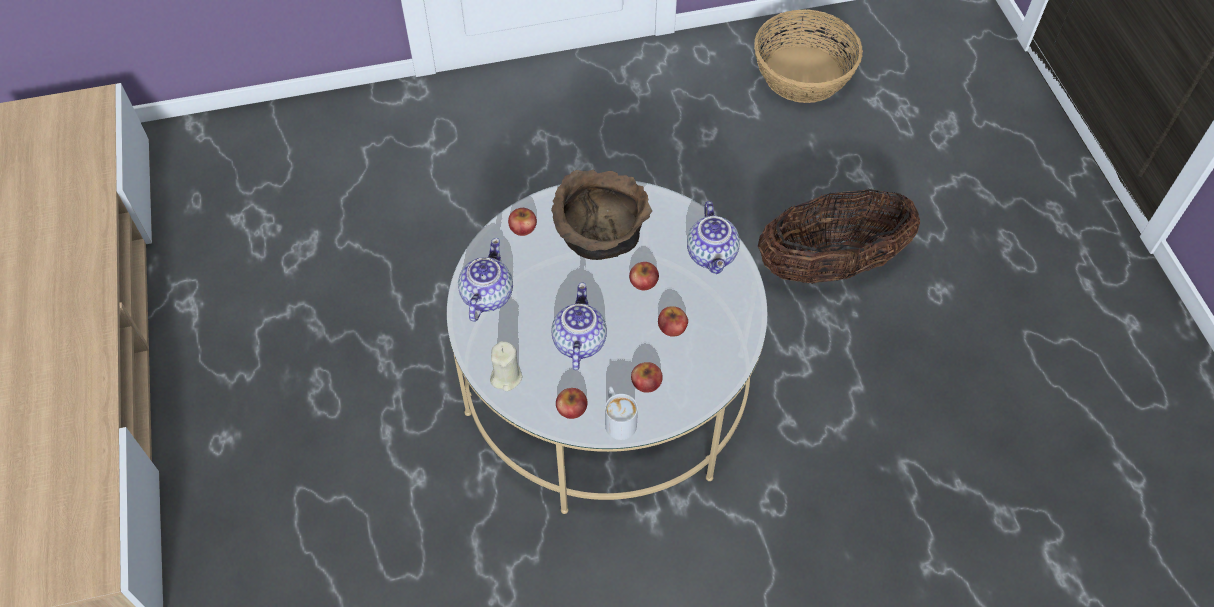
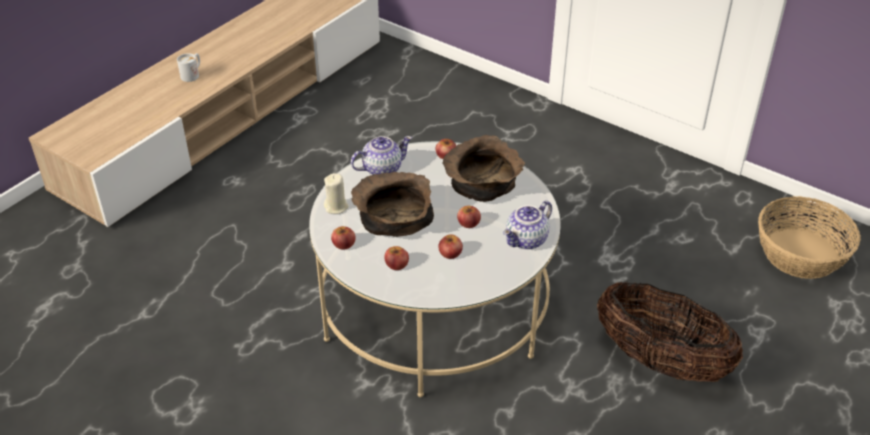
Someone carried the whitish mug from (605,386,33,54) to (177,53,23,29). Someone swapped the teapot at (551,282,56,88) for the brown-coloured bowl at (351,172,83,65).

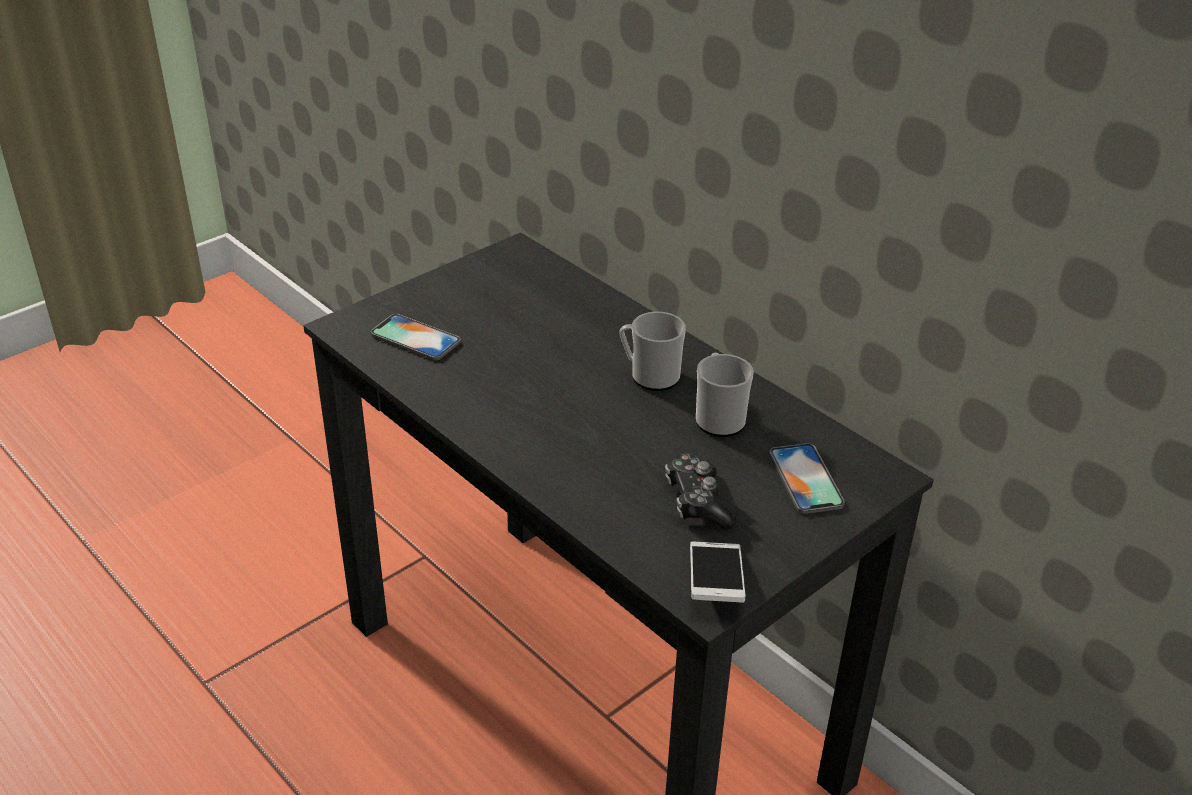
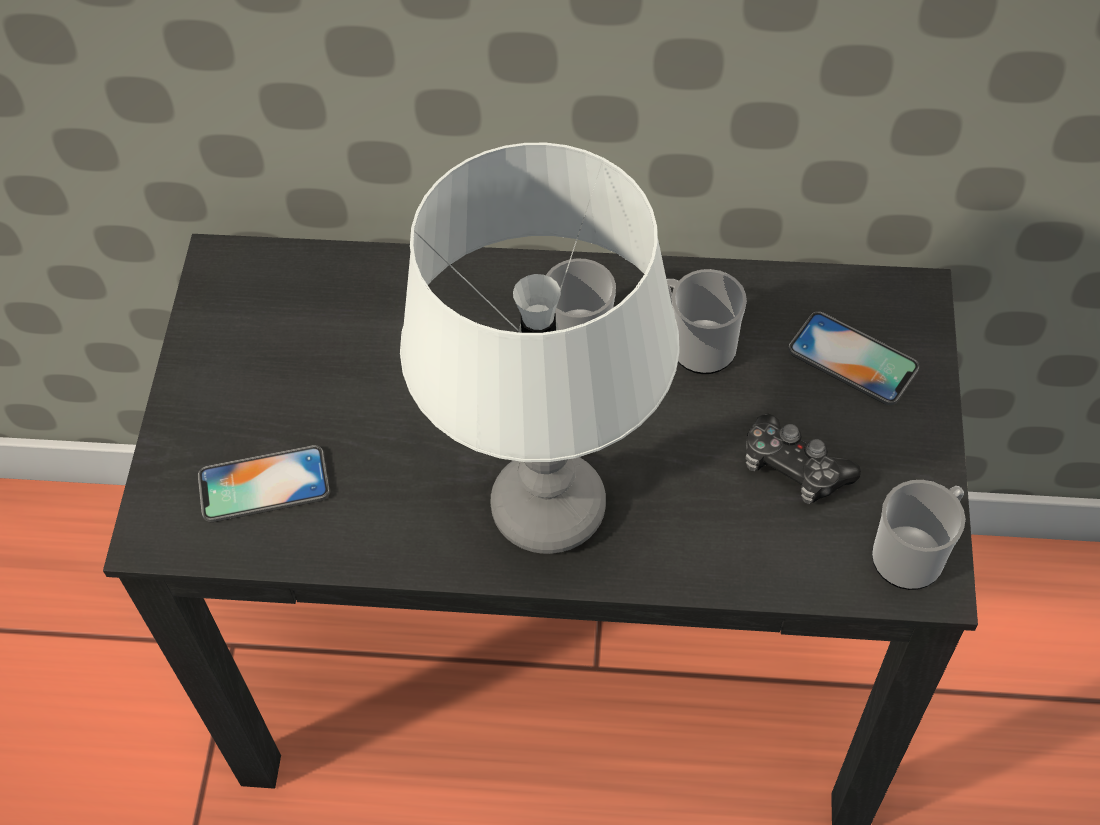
Someone put down the whitish lamp for a table at (400,143,280,411). Someone swapped the telephone at (690,541,55,62) for the mug at (872,480,93,110).

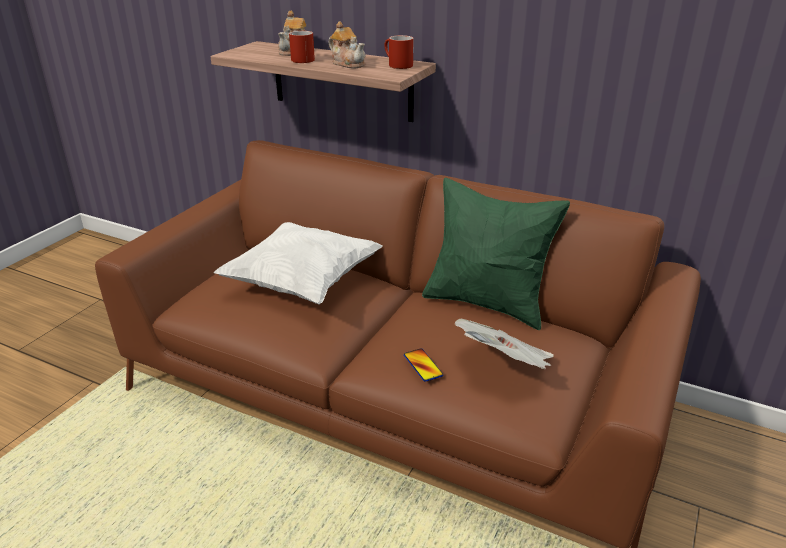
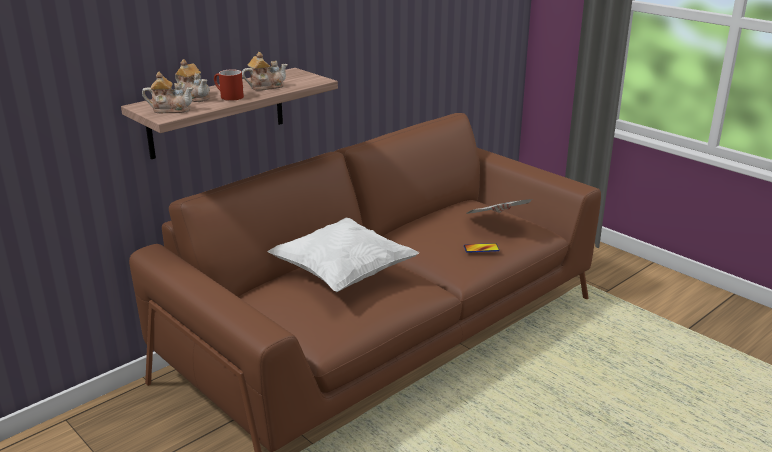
Someone put down the teapot at (142,72,51,41). Someone took away the red mug at (384,35,30,34). Someone took away the green throw pillow at (422,178,148,152).

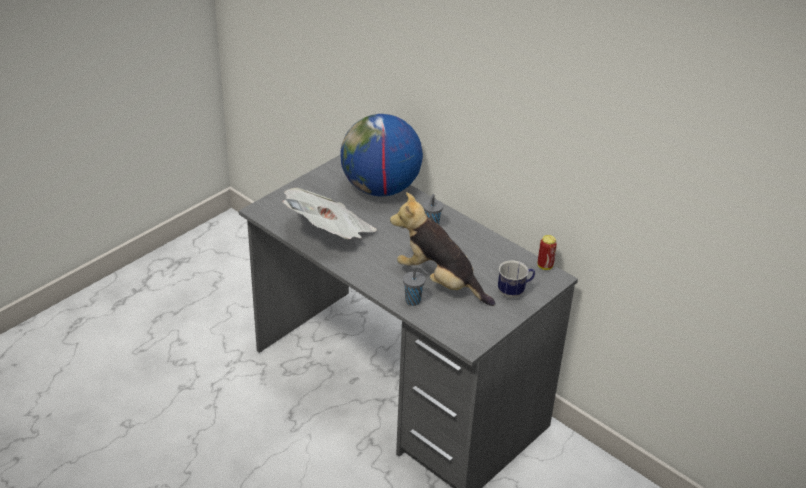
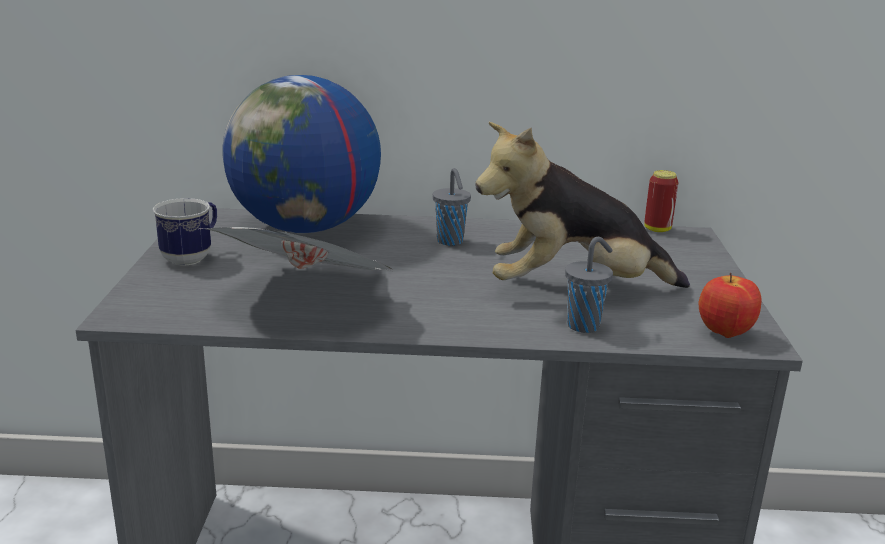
Someone carried the mug from (498,260,37,38) to (153,198,64,68). Someone put down the apple fruit at (698,273,63,65).

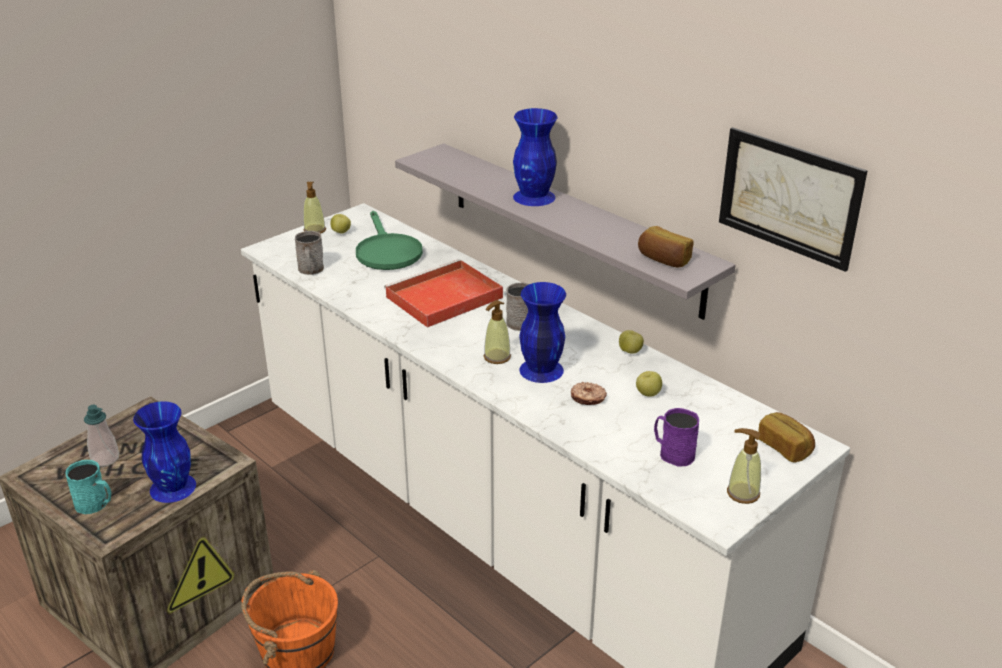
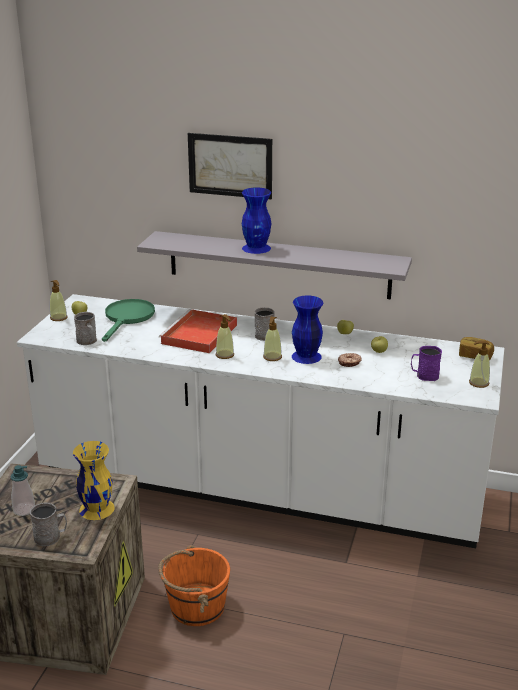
Someone repainted the turquoise mug at (65,460,46,54), which became the grey mug at (30,503,37,43). Someone repainted the bluish flower vase at (133,401,63,102), which became the yellow-coloured flower vase at (73,441,42,79). Someone rotated the green pan at (356,211,67,59) by 120 degrees counterclockwise. Someone carried the wall picture from (719,127,149,145) to (188,133,84,66). Someone put down the soap dispenser at (216,314,18,45). Someone took away the bakery bread at (638,226,56,42).

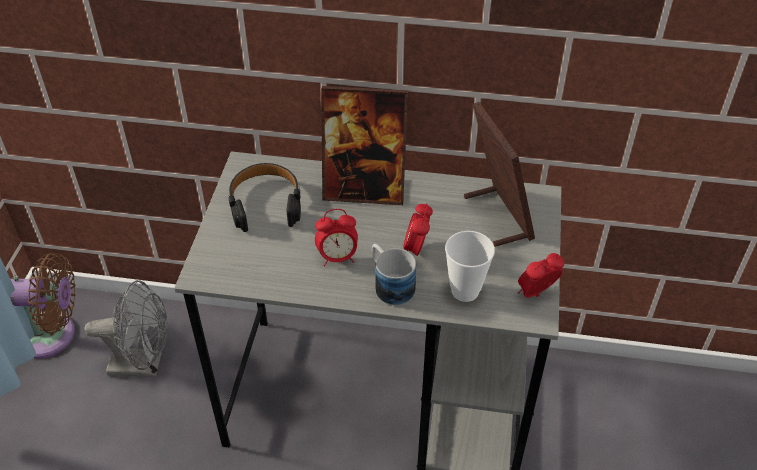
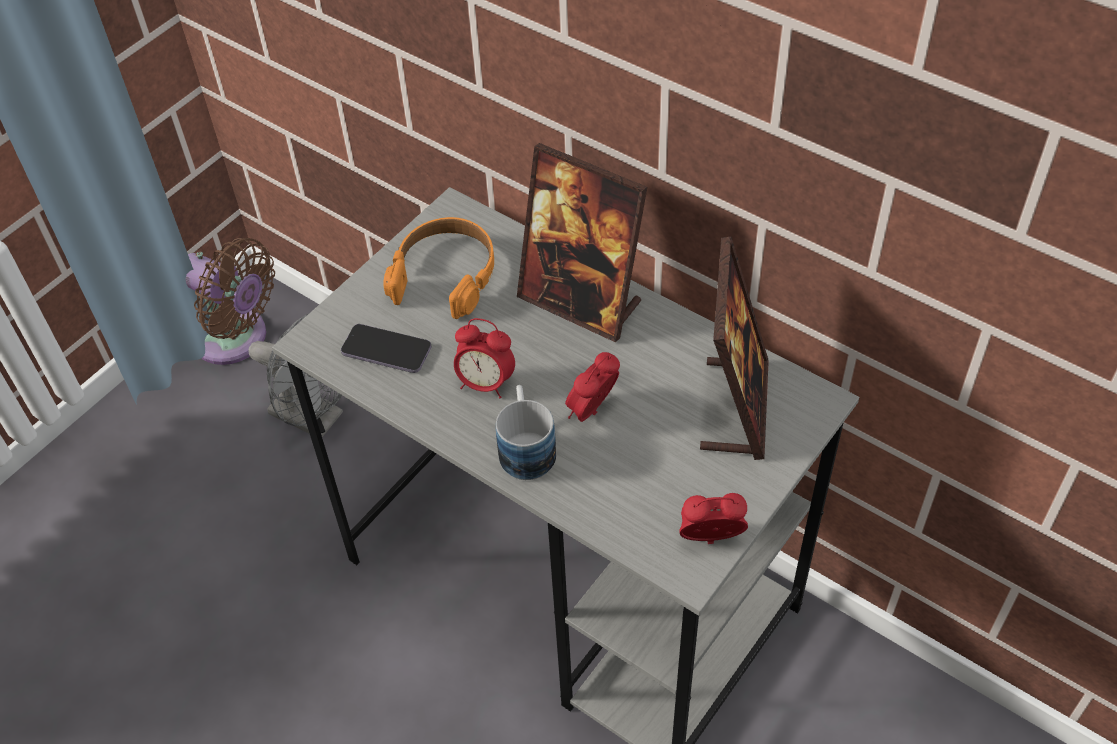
Someone put down the telephone at (341,324,90,49). Someone repainted the blackish pair of headphones at (228,163,73,69), which became the orange-coloured pair of headphones at (383,217,111,102). Someone took away the drinking cup at (445,231,50,71).

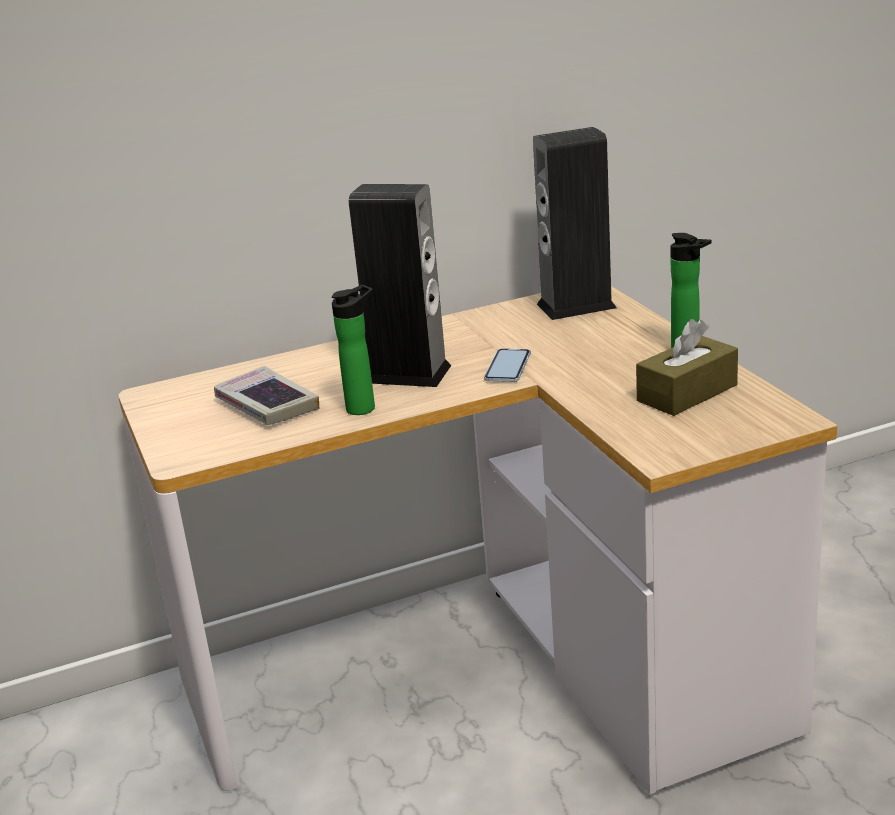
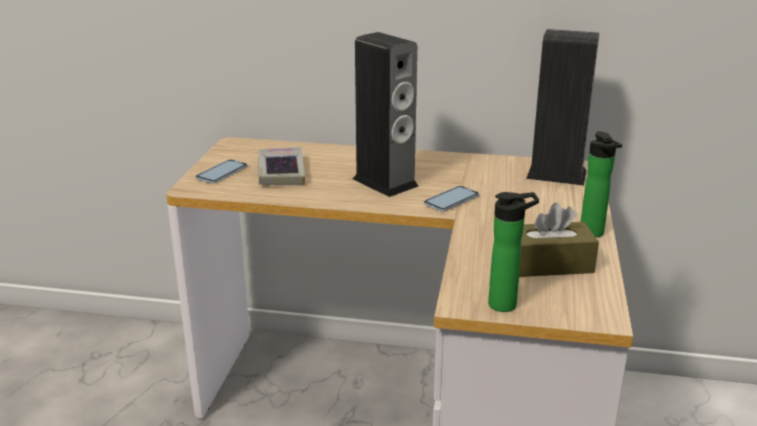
Someone put down the telephone at (195,160,52,24). Someone carried the beverage bottle from (332,285,43,130) to (488,192,51,120).

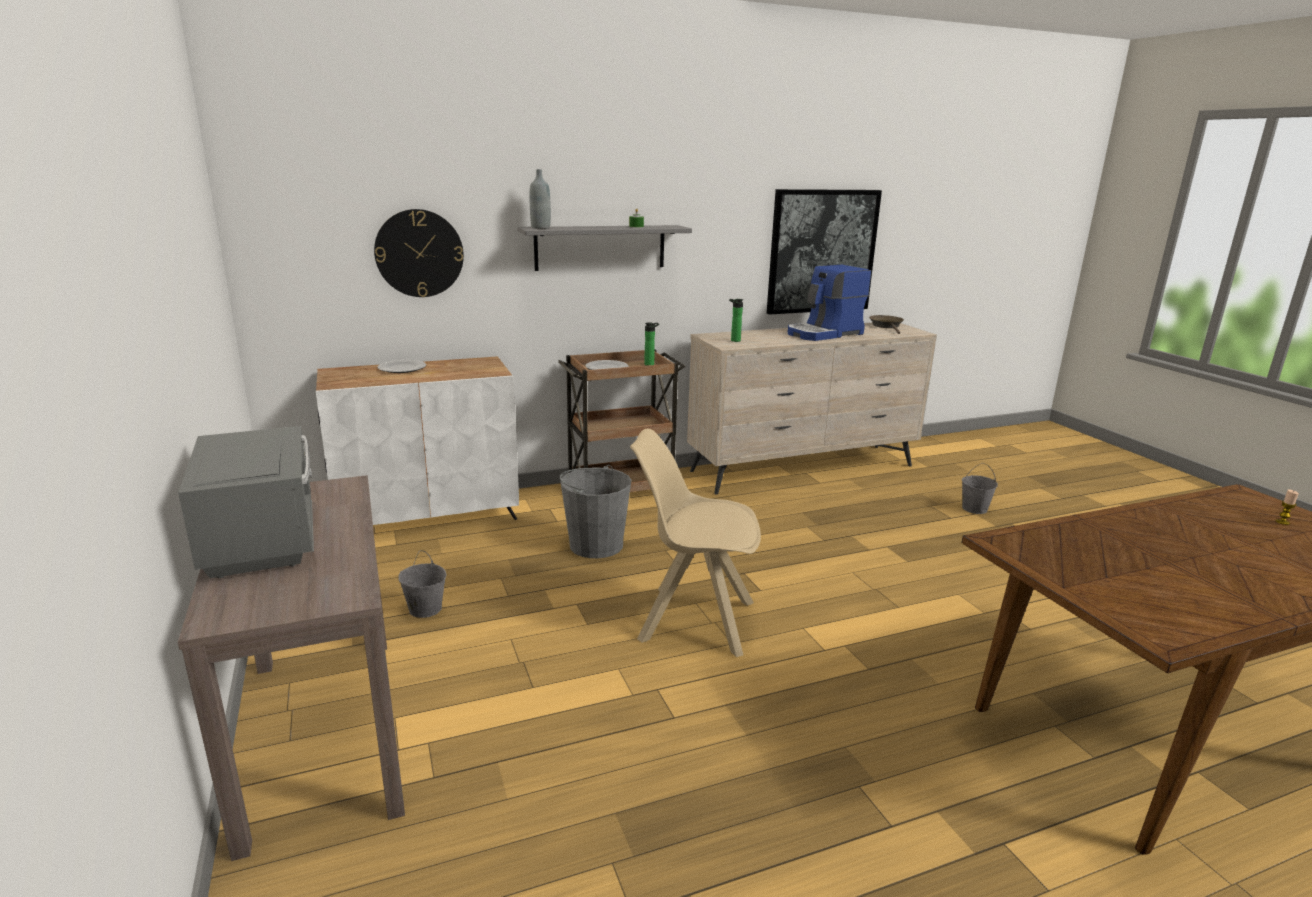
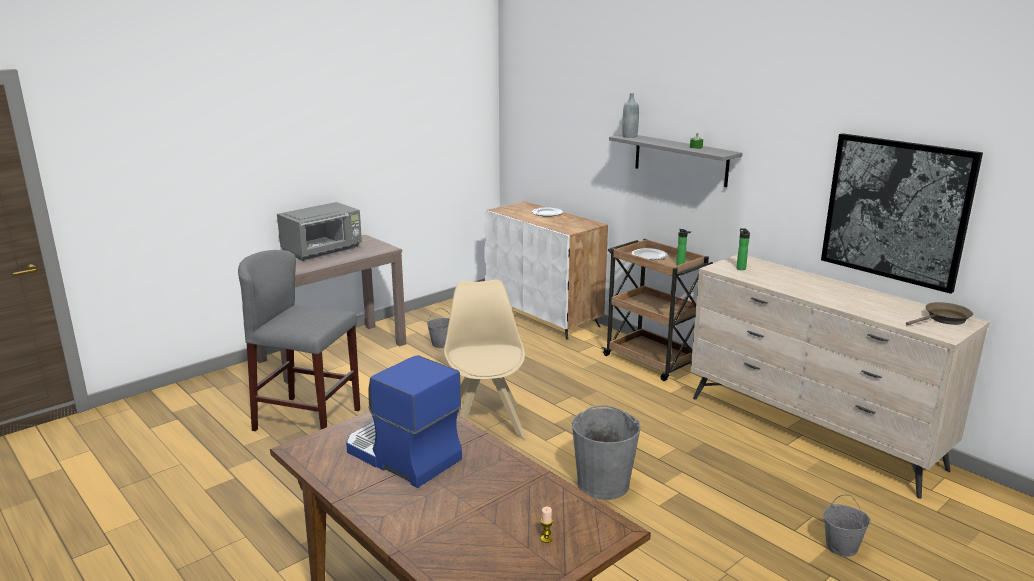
Someone put down the grey sitting stool at (238,250,122,181). Someone carried the coffee maker from (788,265,83,76) to (346,355,116,133). Someone carried the grey pail from (560,465,71,93) to (572,405,69,95). Someone took away the hanging clock at (374,209,90,88).

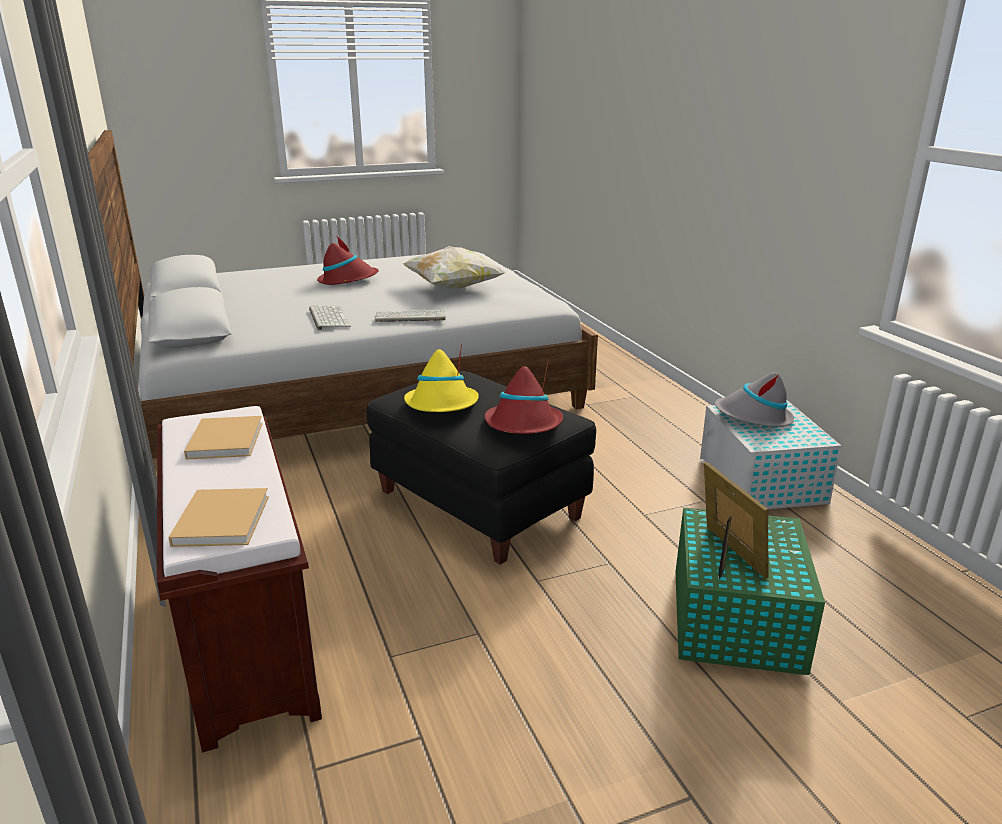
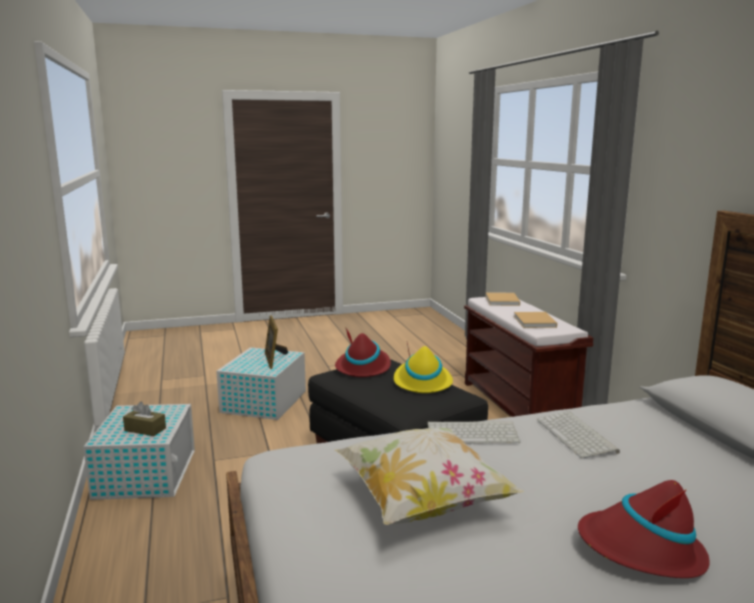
Someone swapped the grey clothing hat at (715,372,79,55) for the brown-coloured tissue holder at (123,402,43,34). Someone repainted the green storage container at (675,507,150,168), which became the whitish storage container at (216,347,90,73).

